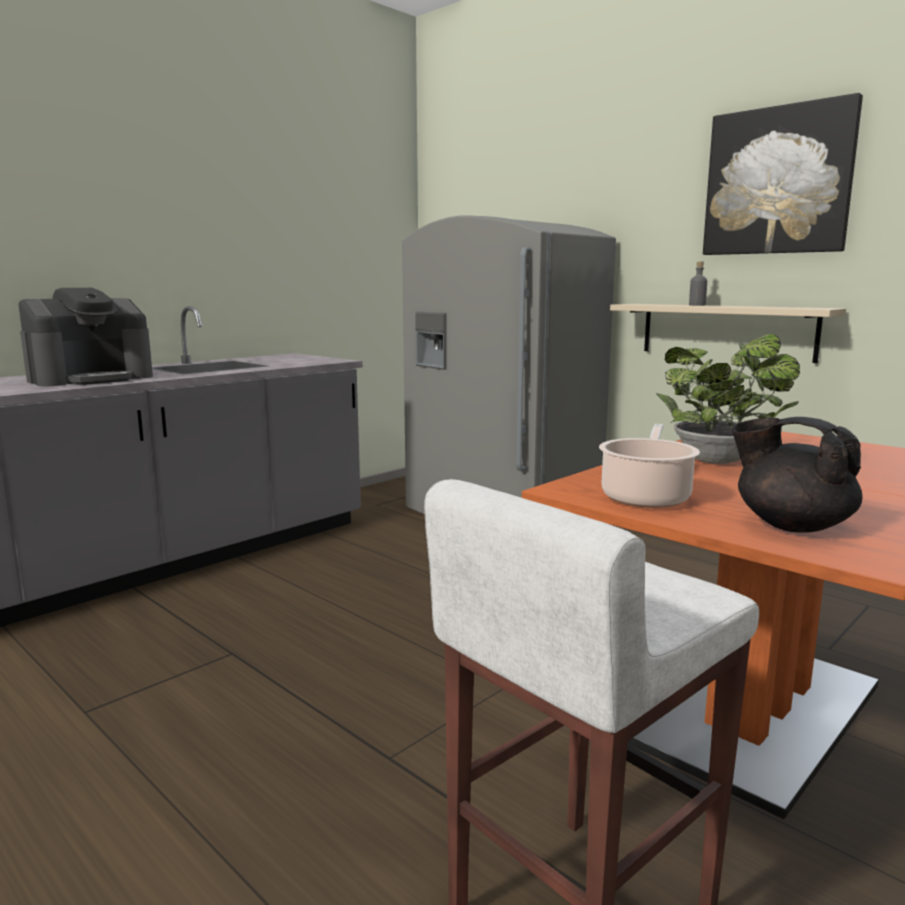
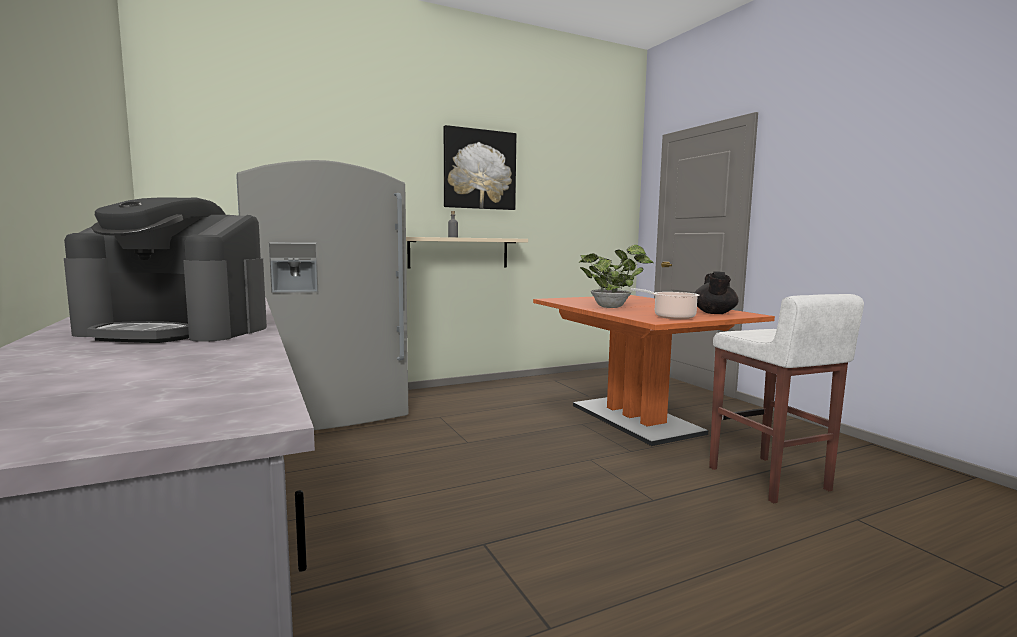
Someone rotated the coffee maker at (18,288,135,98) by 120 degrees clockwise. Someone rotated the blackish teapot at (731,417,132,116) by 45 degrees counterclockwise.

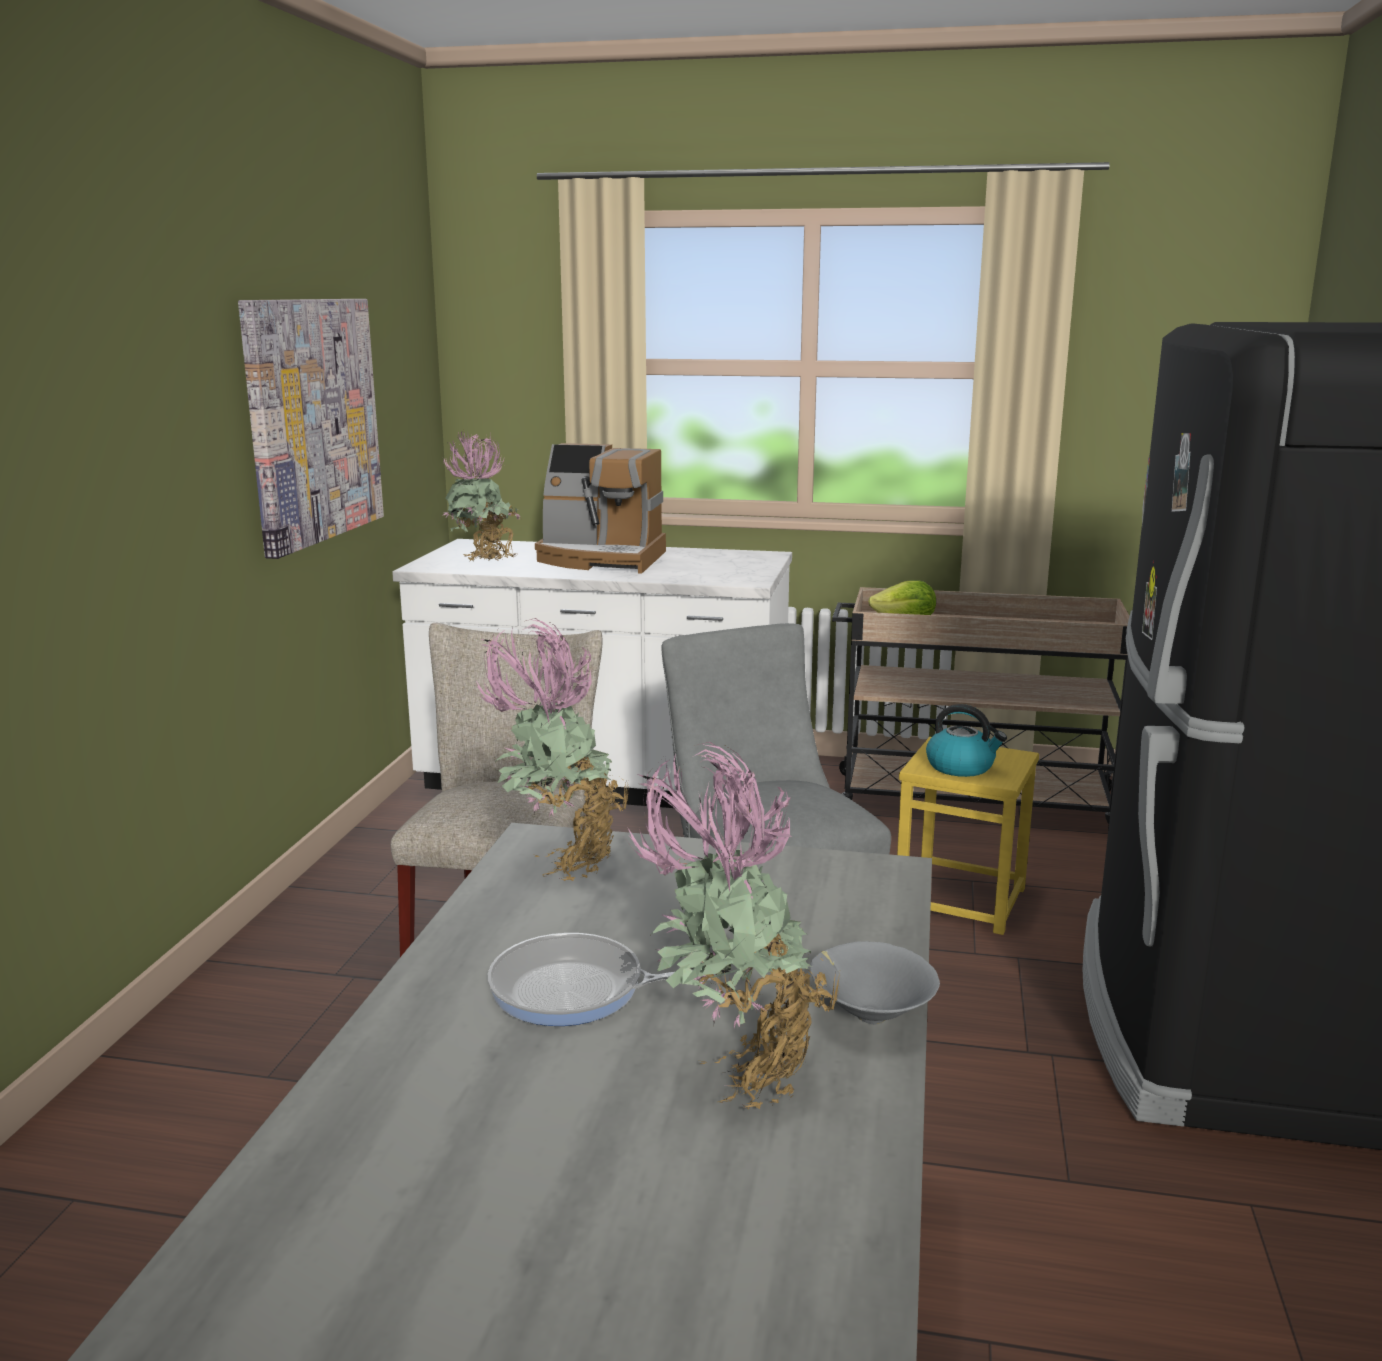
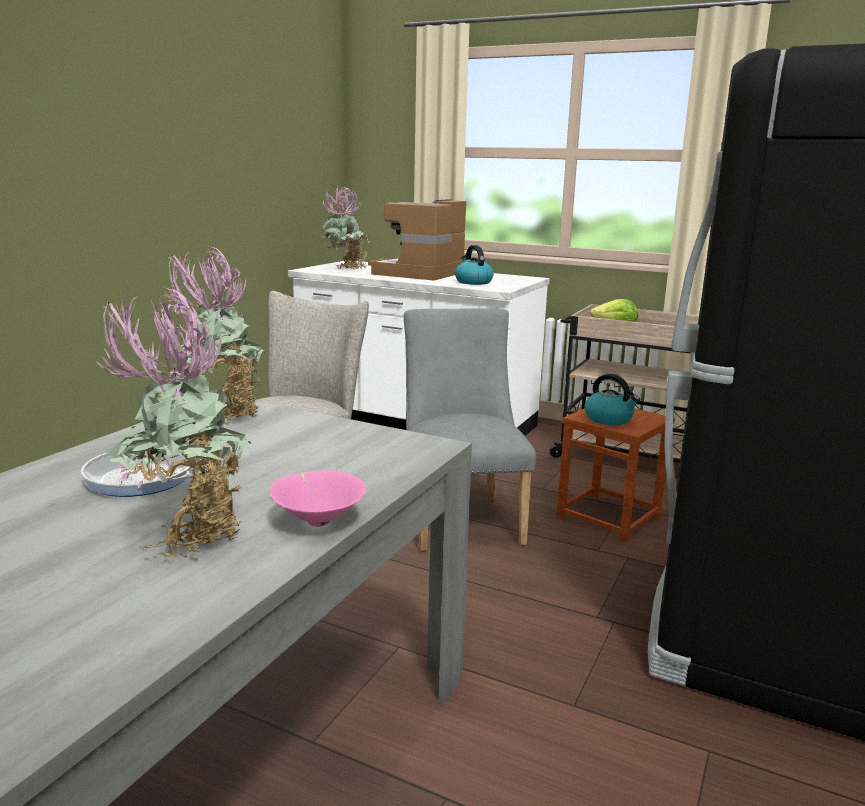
Someone repainted the grey bowl at (810,941,130,84), which became the pink-coloured bowl at (269,470,97,57). Someone rotated the coffee maker at (535,443,131,131) by 90 degrees clockwise. Someone put down the tea kettle at (455,245,39,40). Someone repainted the yellow-coloured sitting stool at (897,737,142,198), which became the brown-coloured sitting stool at (557,408,118,134). Someone took away the wall picture at (238,299,146,260).

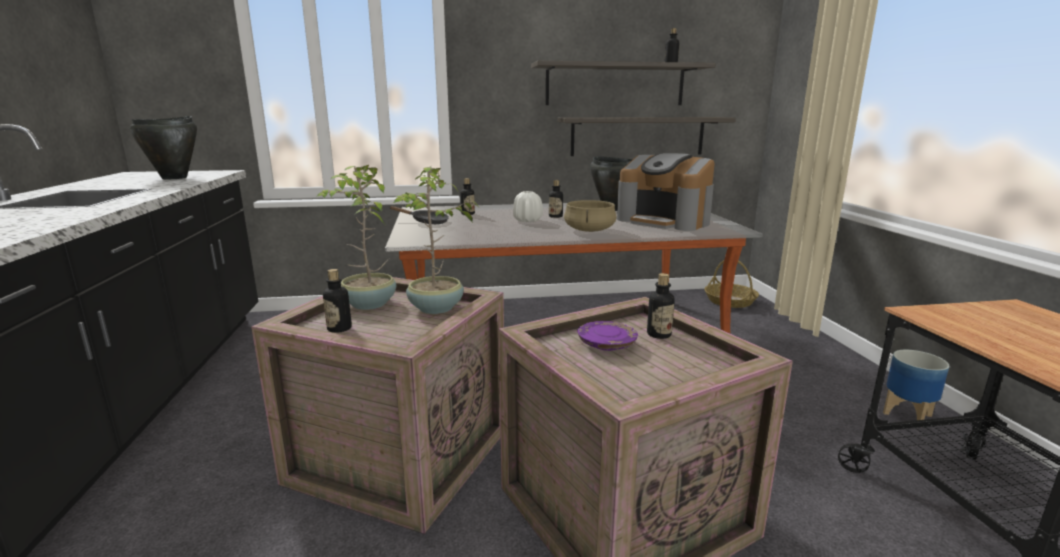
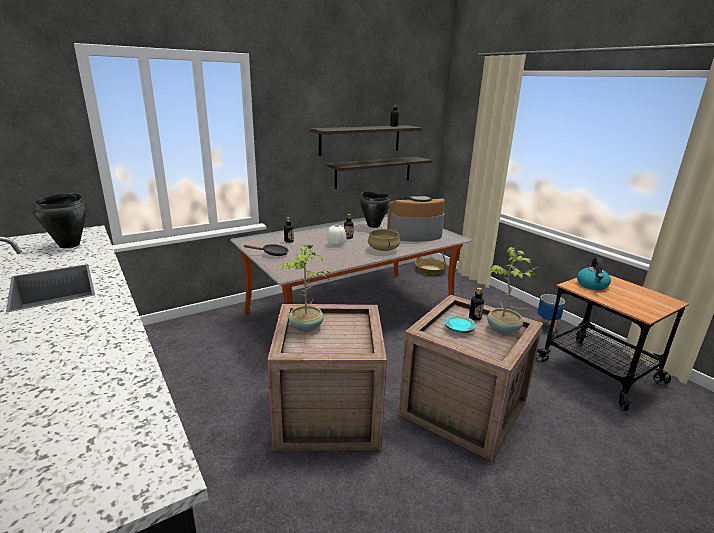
Someone rotated the coffee maker at (617,153,98,78) by 150 degrees clockwise. Someone repainted the purple dinner plate at (577,321,61,30), which became the turquoise dinner plate at (445,316,31,17). Someone carried the plant in a pot from (394,166,84,148) to (487,247,55,88). Someone put down the tea kettle at (577,257,34,33). Someone took away the beverage bottle at (323,269,29,64).

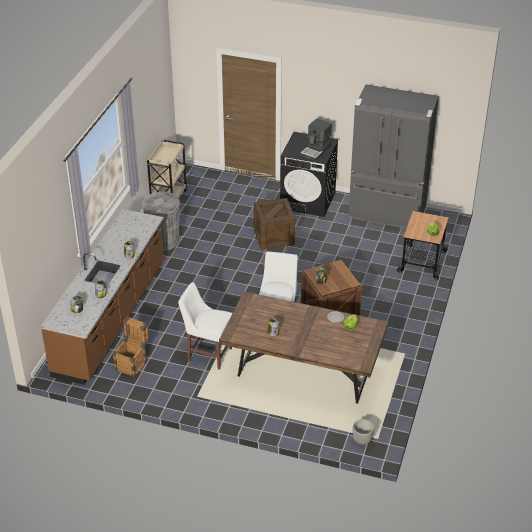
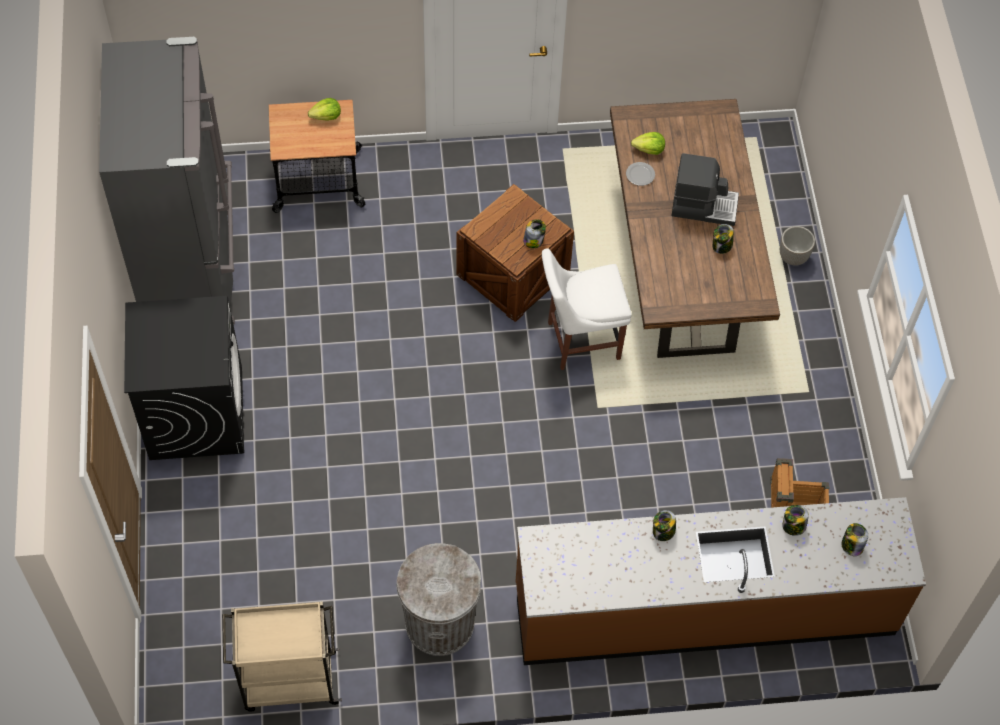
Someone carried the coffee maker from (300,118,32,43) to (671,153,68,73). Someone carried the planter from (353,419,21,26) to (780,226,35,40). Someone took away the whitish upright chair at (178,282,54,88). Someone took away the shipping crate at (254,198,41,52).

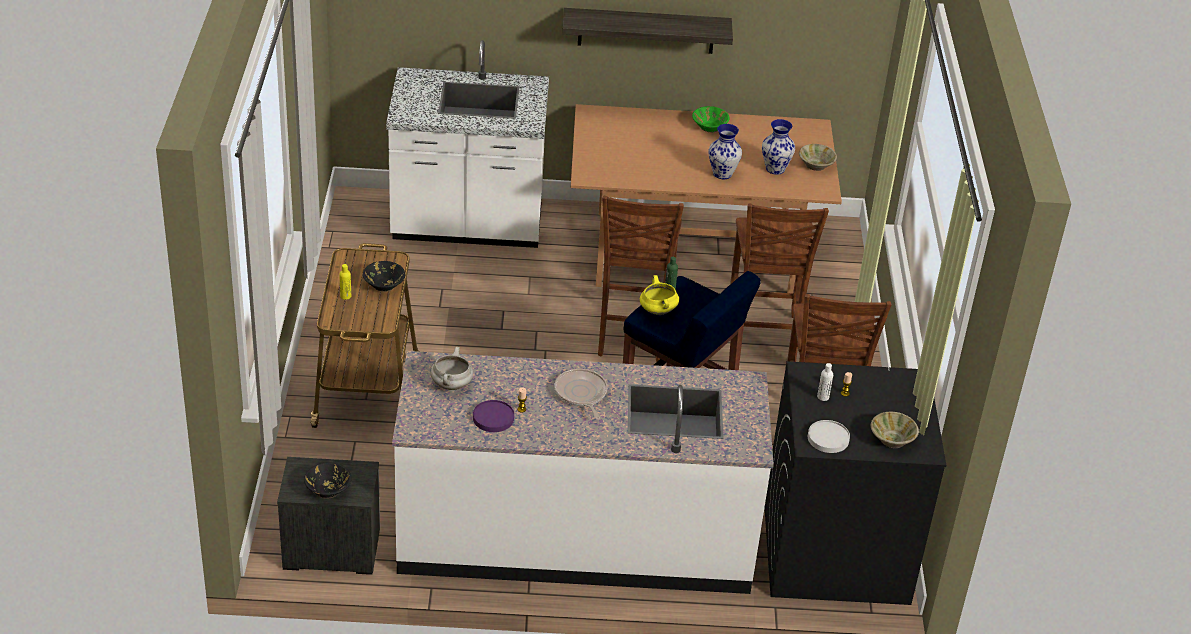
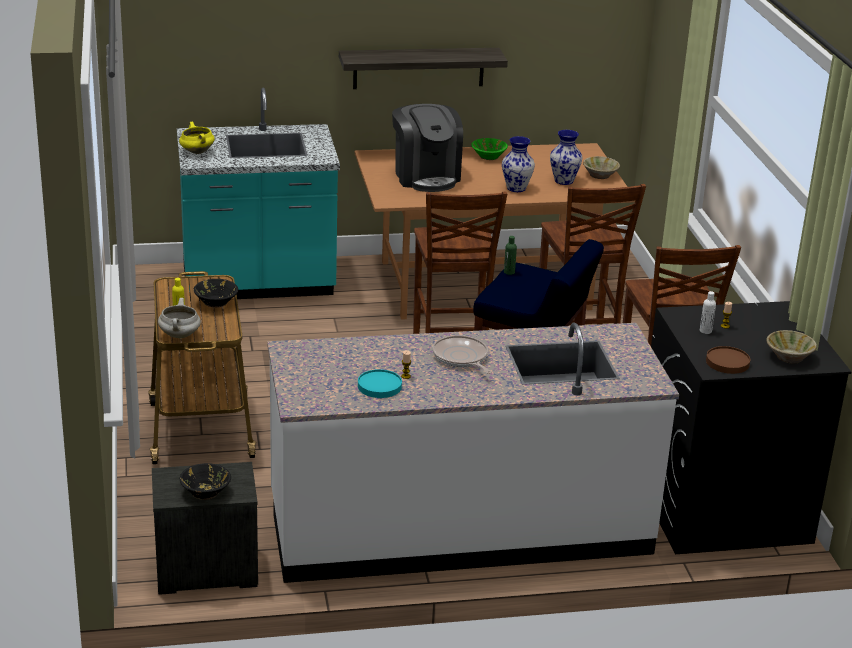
Someone carried the whitish stockpot from (431,347,42,43) to (158,298,43,40). Someone repainted the whitish kitchen counter at (386,40,163,208), which became the turquoise kitchen counter at (177,88,163,213). Someone carried the yellow-coloured stockpot from (640,275,39,40) to (179,121,36,33). Someone repainted the purple dinner plate at (473,400,41,32), which became the turquoise dinner plate at (358,369,44,29). Someone put down the coffee maker at (392,104,71,88). Someone repainted the whitish dinner plate at (808,420,42,33), which became the brown-coloured dinner plate at (706,346,44,28).

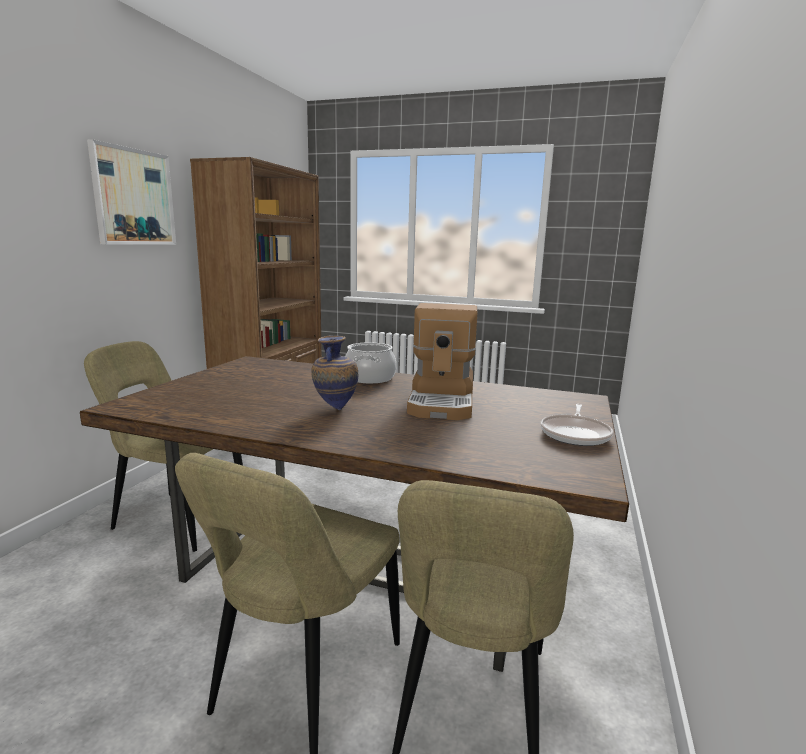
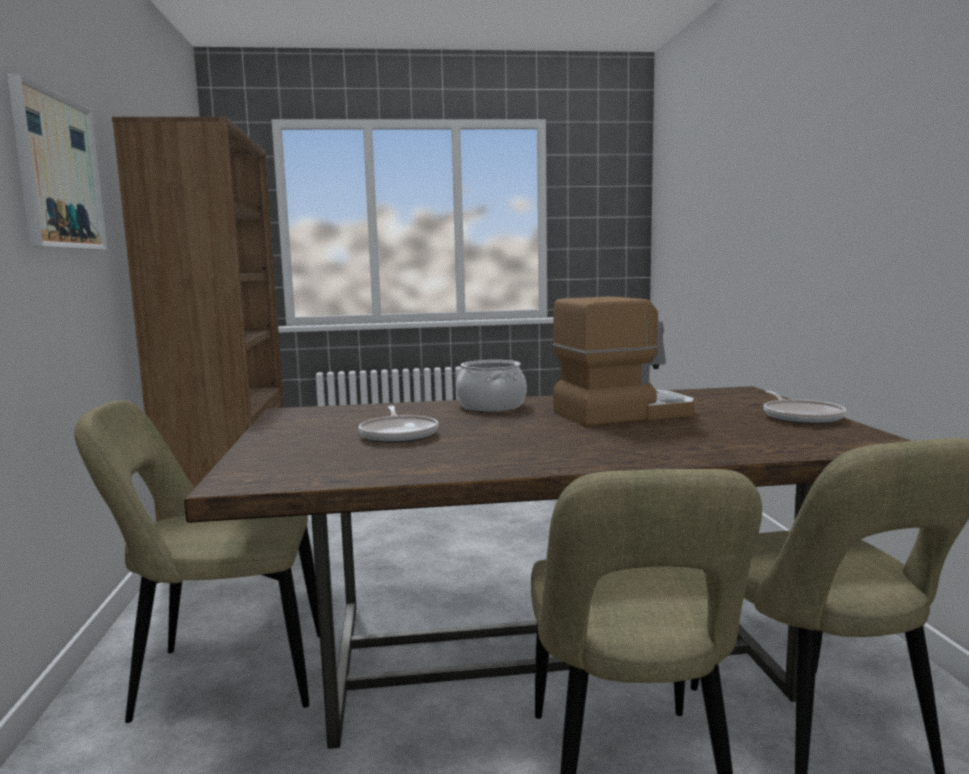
Someone put down the pan at (359,406,80,37). Someone rotated the coffee maker at (407,303,71,117) by 90 degrees counterclockwise. Someone took away the flower vase at (311,336,47,74).

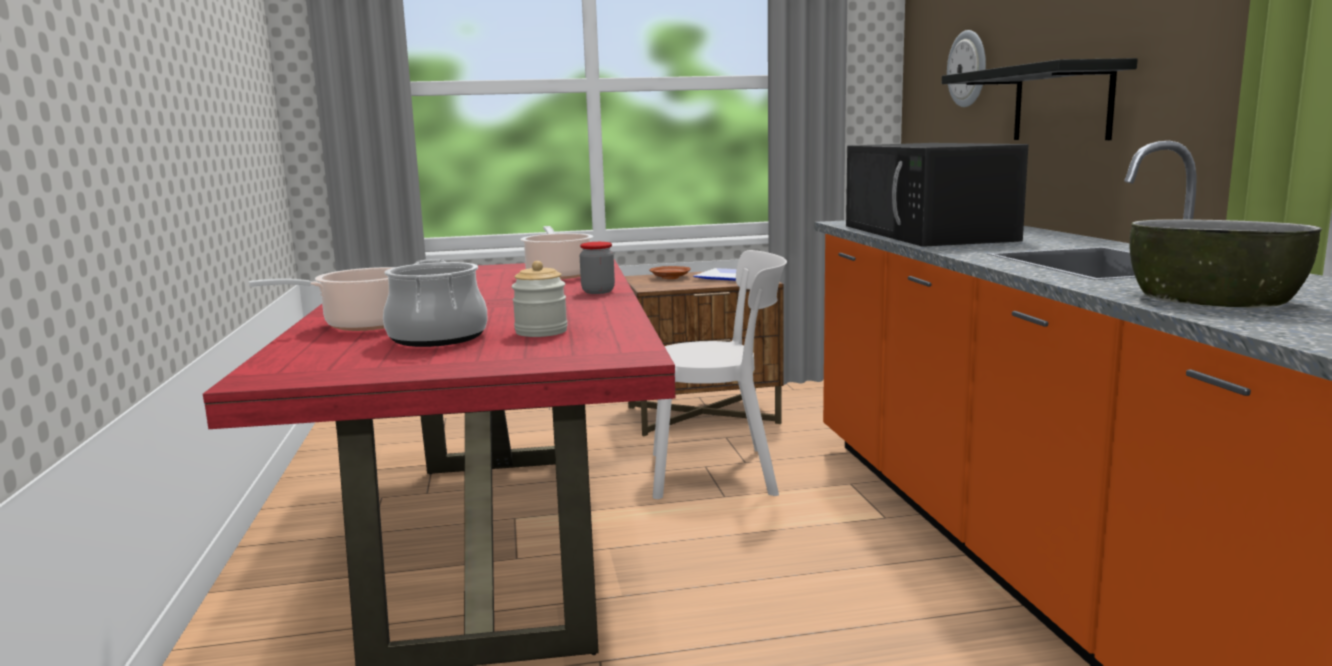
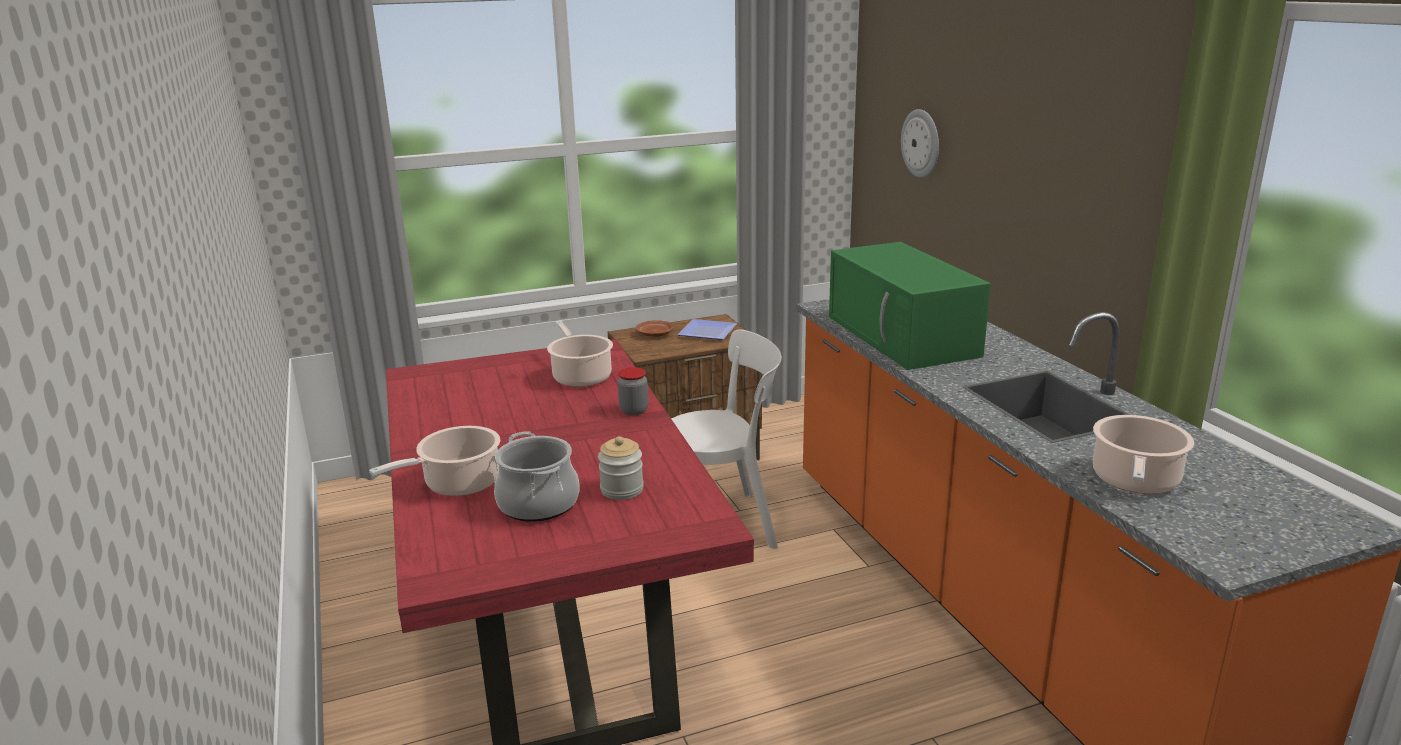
Someone repainted the blackish microwave at (846,143,182,104), which became the green microwave at (829,242,162,128). Someone swapped the bowl at (1129,219,193,89) for the stockpot at (1093,415,101,79). Someone took away the blackish wall shelf at (942,58,196,82).

